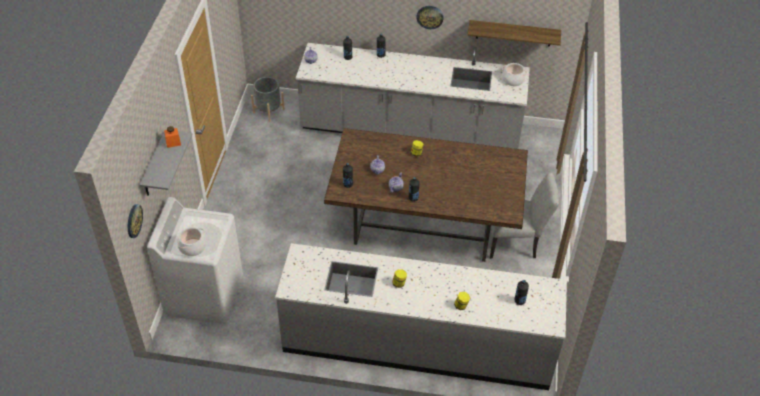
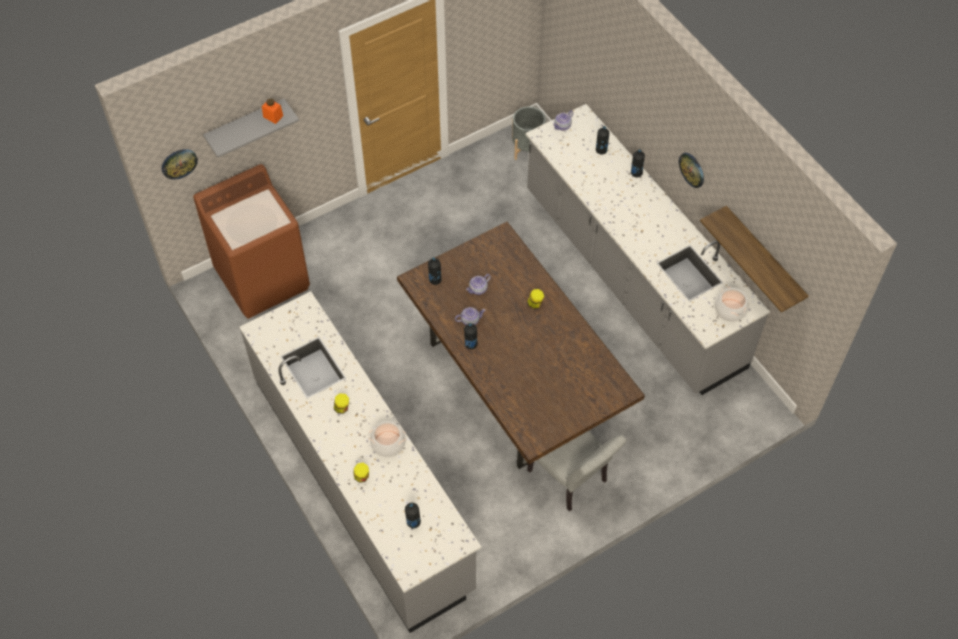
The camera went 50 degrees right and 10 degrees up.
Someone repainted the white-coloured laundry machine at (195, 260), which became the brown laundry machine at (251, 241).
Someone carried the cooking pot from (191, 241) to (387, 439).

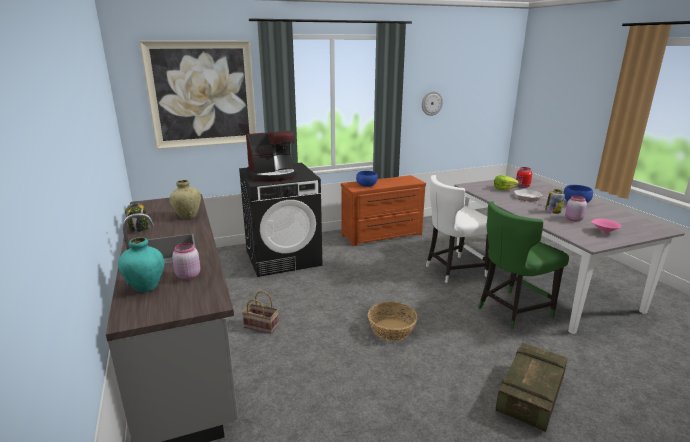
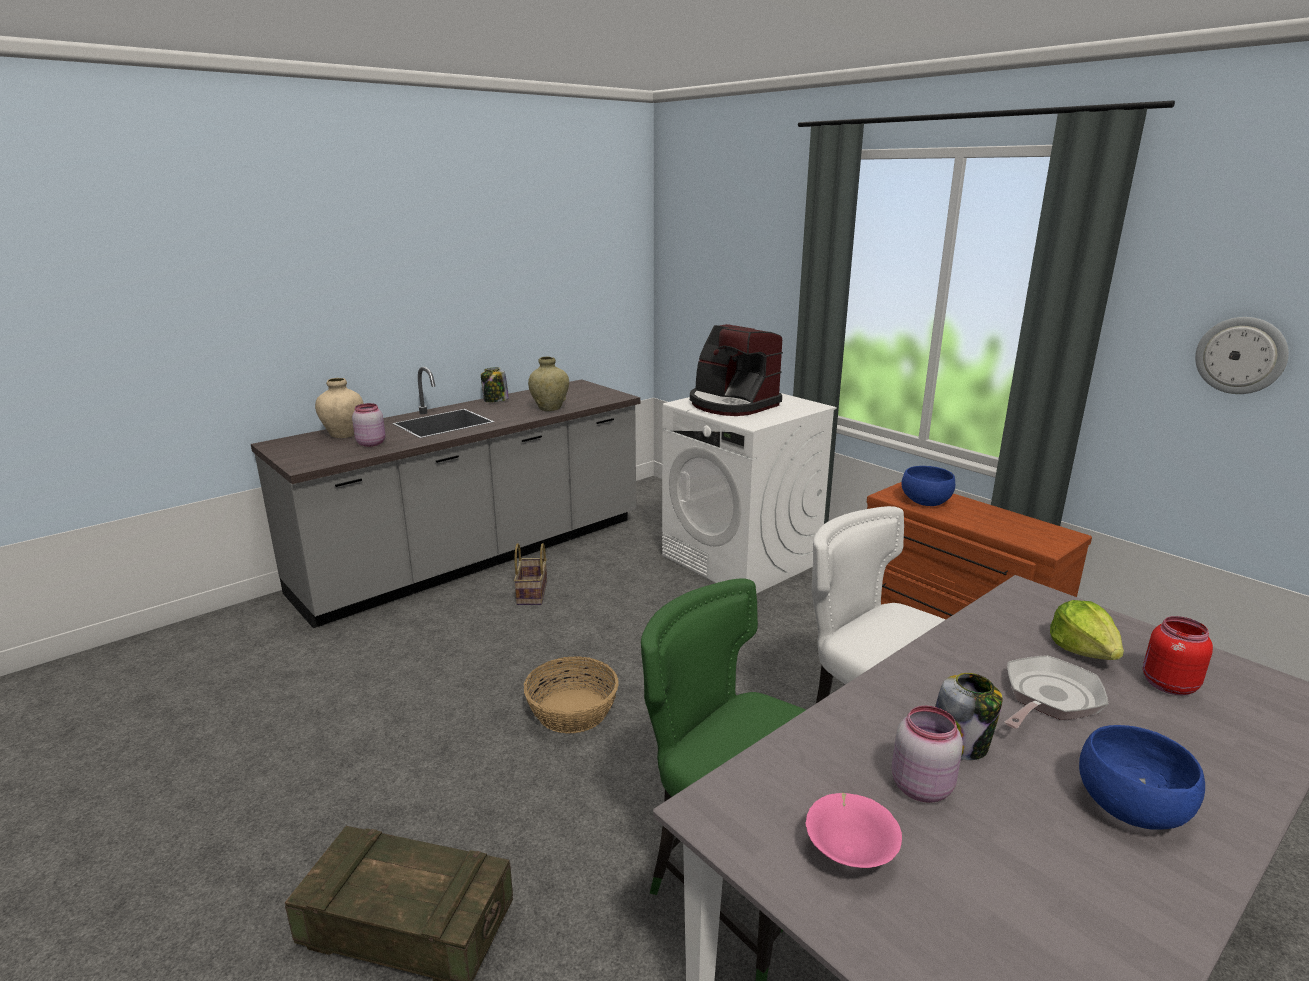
The camera went 70 degrees right and 0 degrees up.
Someone repainted the blue-green flower vase at (141, 264), which became the beige-coloured flower vase at (339, 408).
Someone repainted the blackish laundry machine at (280, 220), which became the white-coloured laundry machine at (749, 493).
Someone took away the picture at (198, 95).

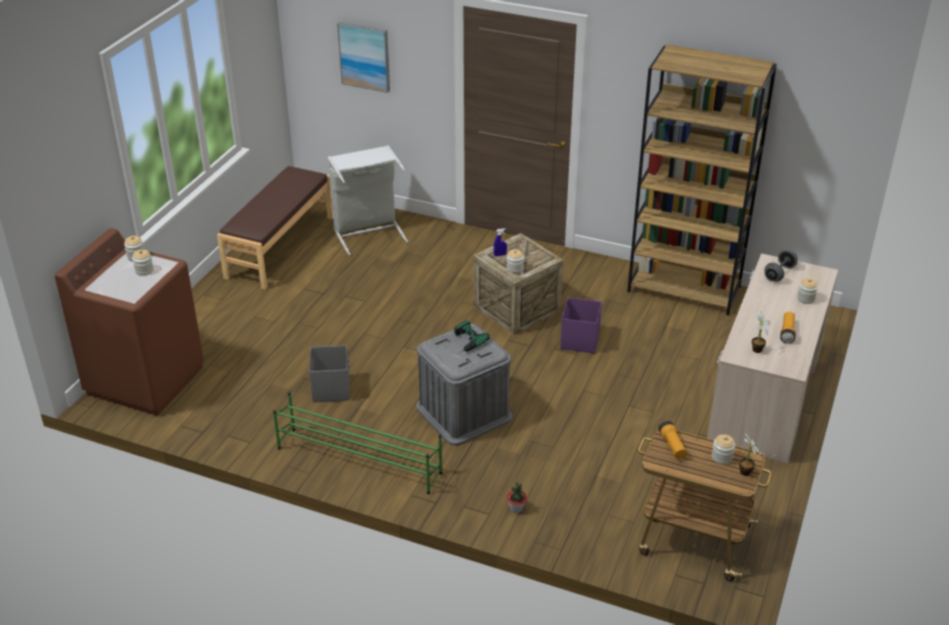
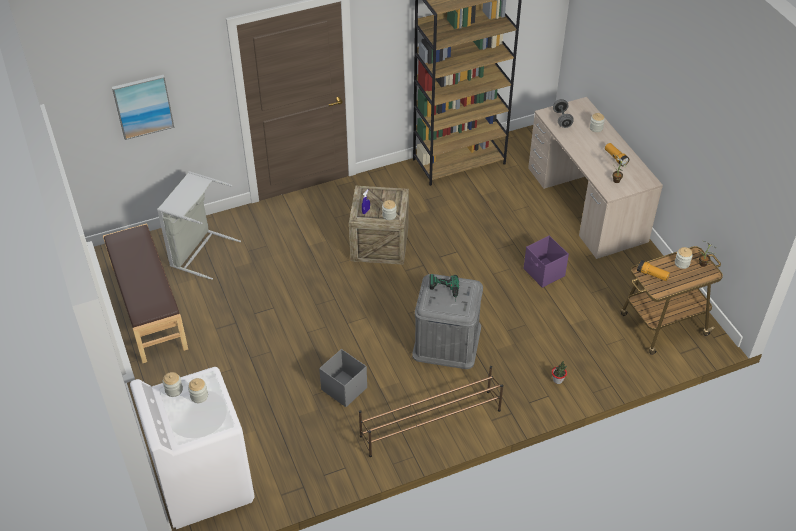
The camera went 45 degrees left and 10 degrees up.
Someone repainted the brown laundry machine at (129, 321), which became the white-coloured laundry machine at (192, 448).
Someone repainted the green-coloured shoe stand at (357, 443), which became the brown shoe stand at (431, 411).
Someone carried the purple-coloured storage container from (581, 325) to (546, 262).

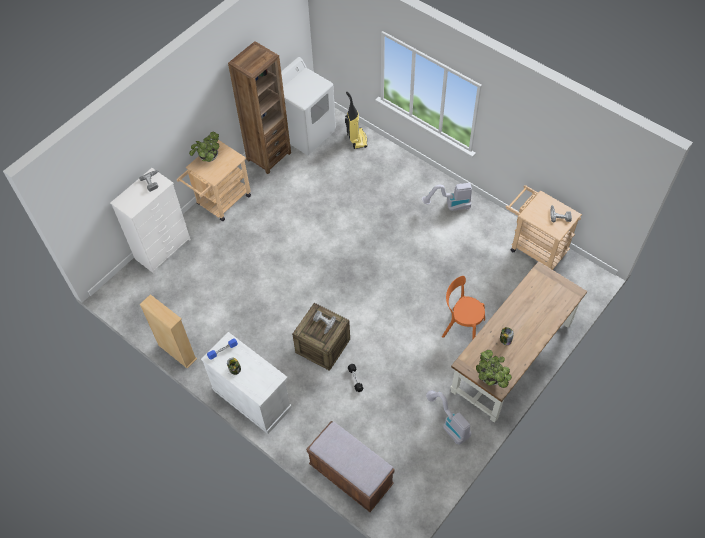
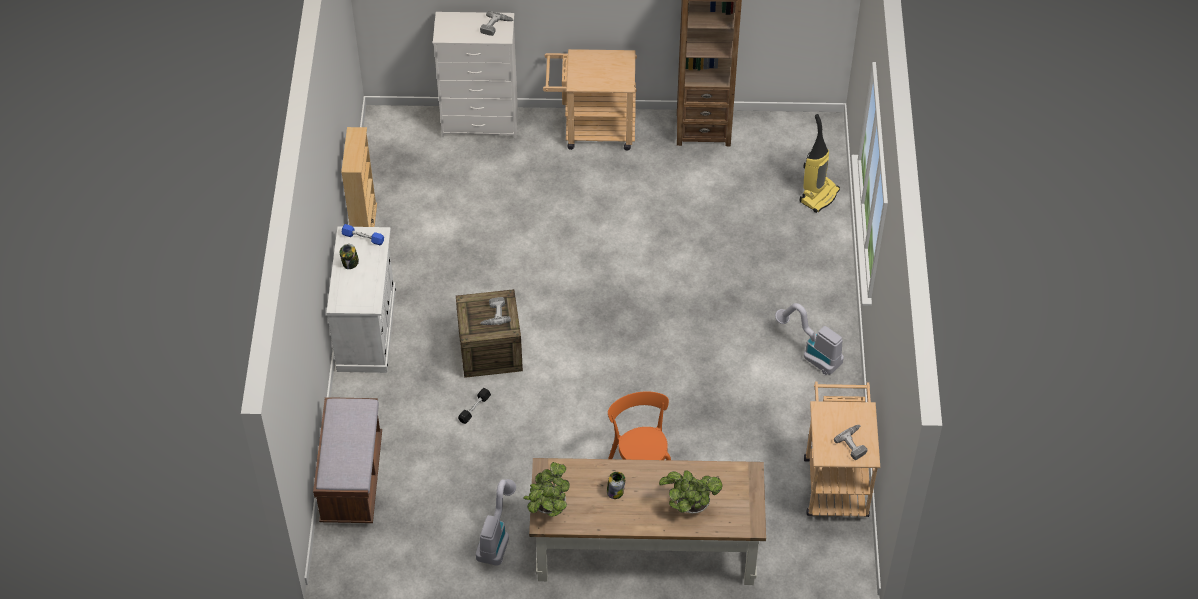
The camera went 50 degrees right and 5 degrees down.
Someone carried the potted plant from (204, 147) to (690, 492).
Someone took away the white-coloured laundry machine at (308, 106).

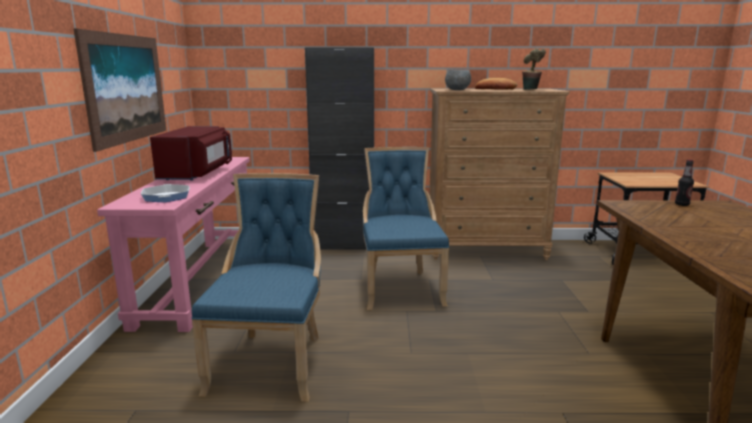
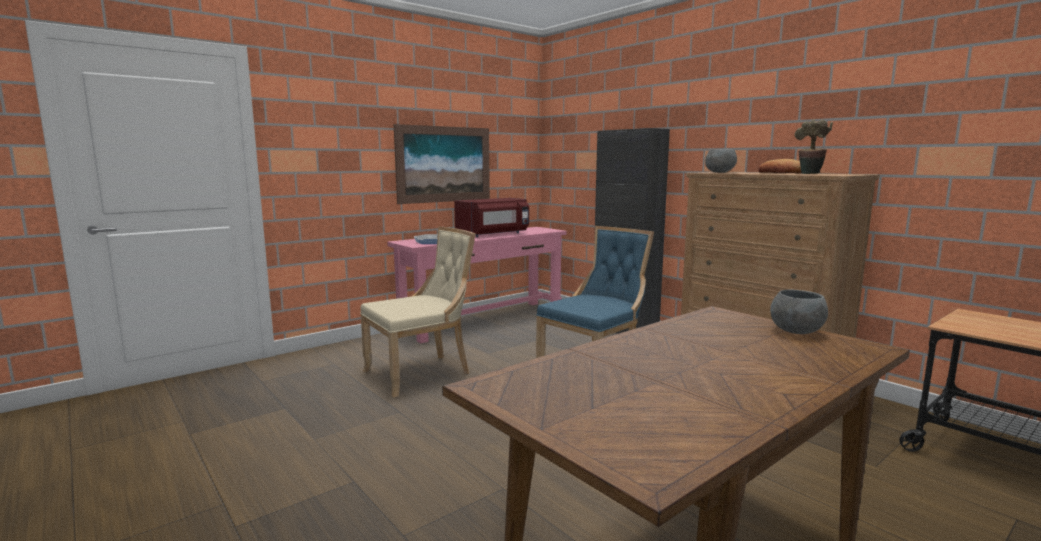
The camera went 50 degrees right and 5 degrees down.
Someone repainted the bluish plain chair at (256, 287), which became the beige-coloured plain chair at (417, 311).
Someone swapped the bottle at (684, 183) for the gray deep dish at (799, 312).

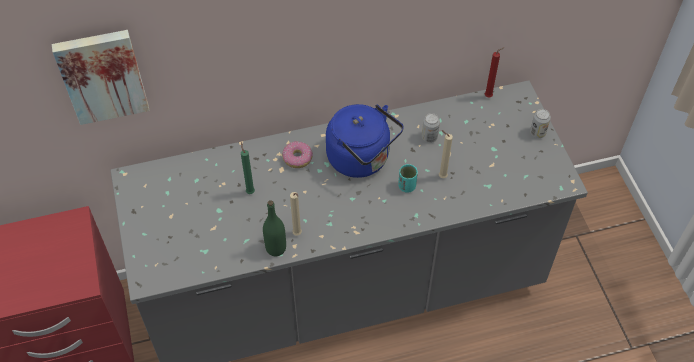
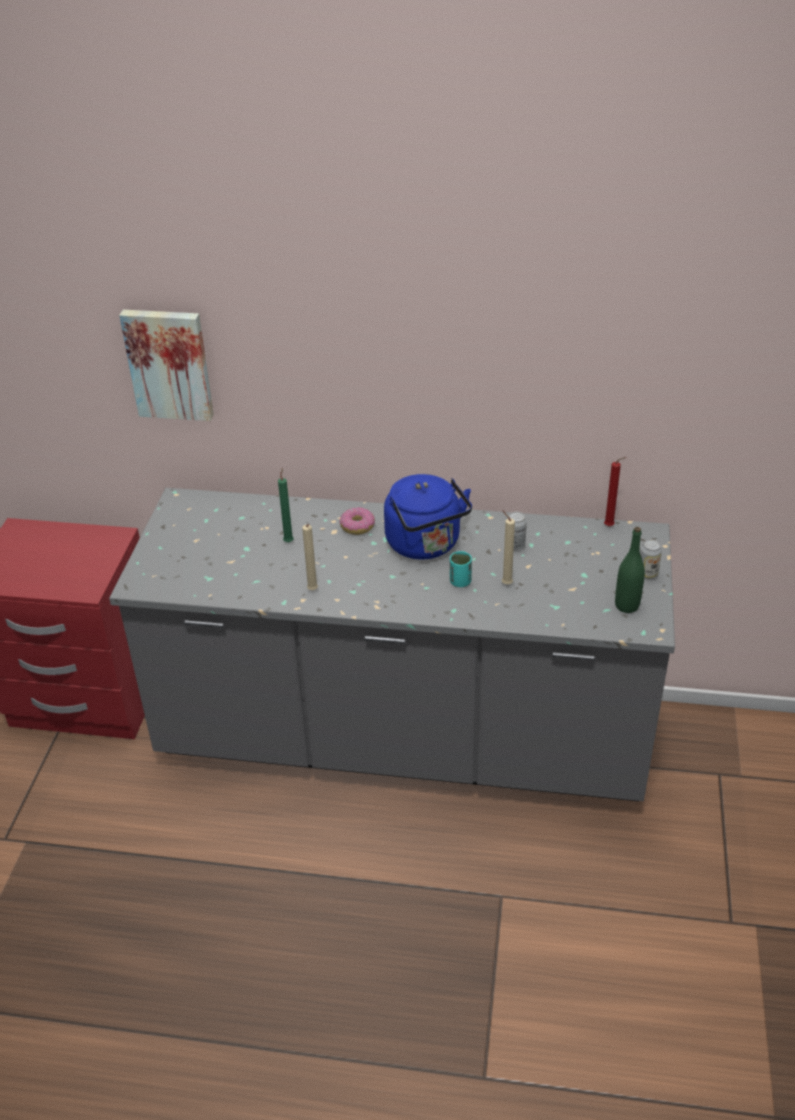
The camera went 25 degrees right and 15 degrees down.
Someone carried the green-coloured bottle from (274, 228) to (630, 570).

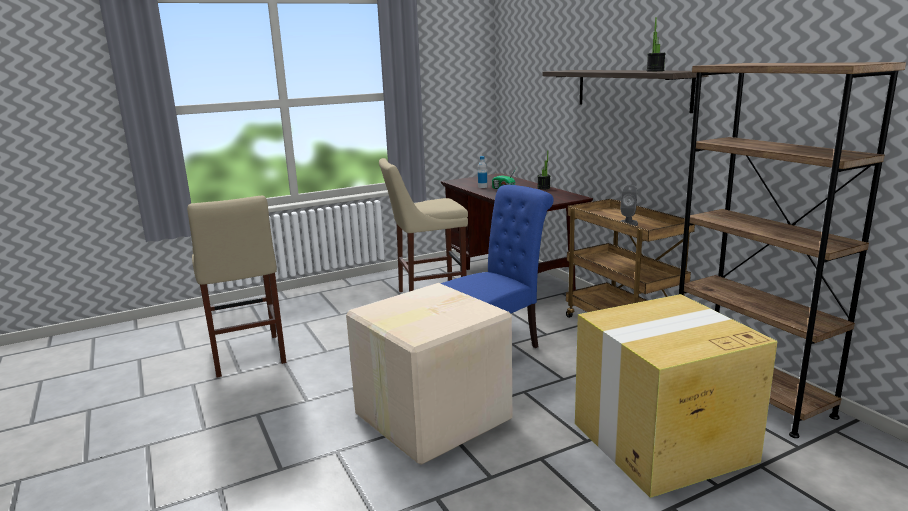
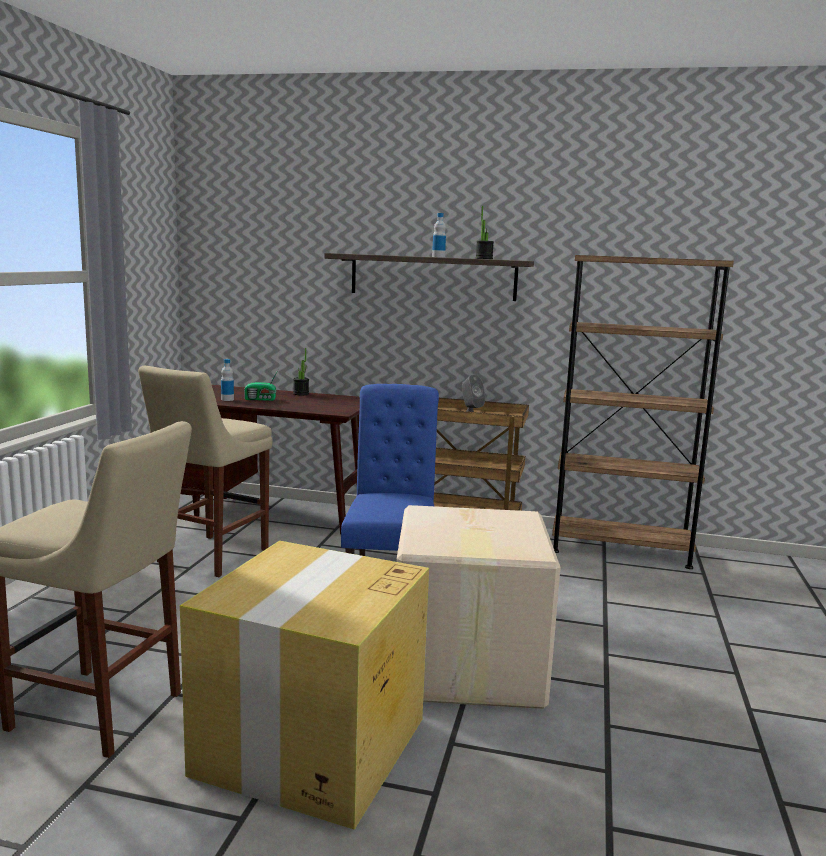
The camera went 50 degrees left and 5 degrees down.
Someone carried the cardboard box from (676, 396) to (304, 685).
Someone put down the bottle at (439, 235).

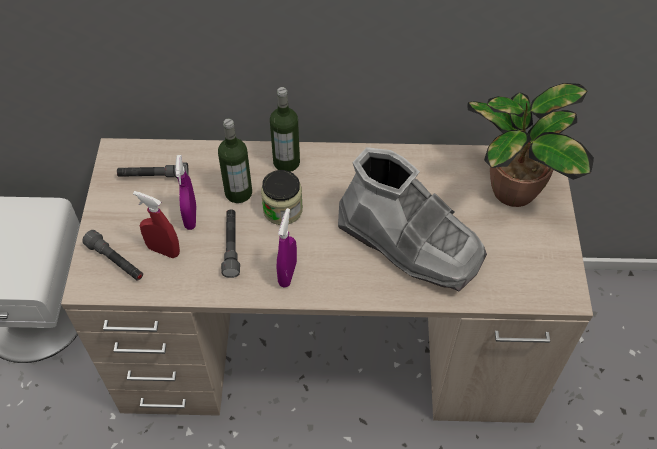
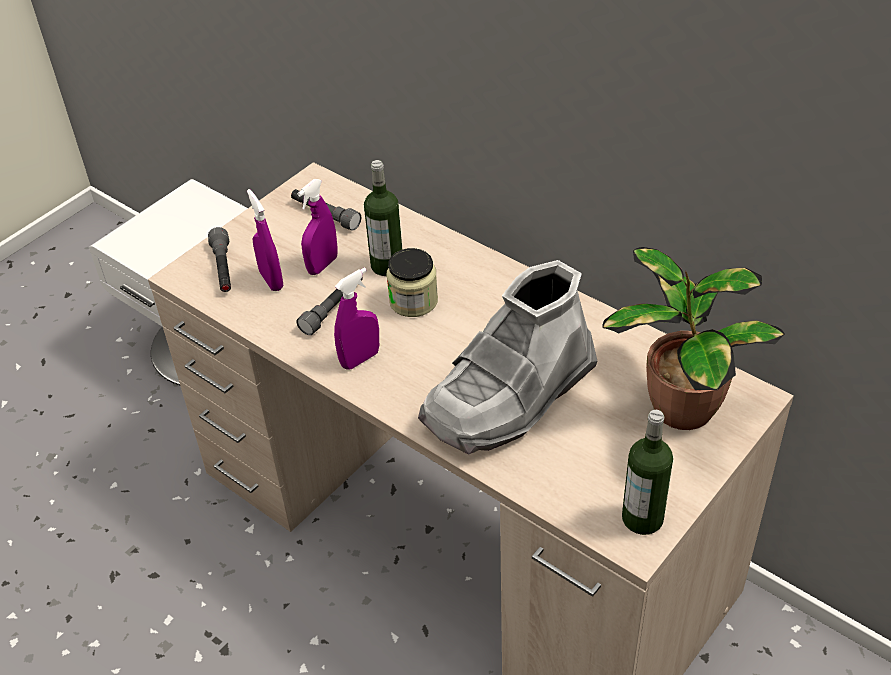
The camera went 40 degrees right and 10 degrees down.
Someone repainted the red-coloured spray bottle at (156, 224), which became the purple-coloured spray bottle at (265, 240).
Someone rotated the gray boot at (412, 219) by 60 degrees clockwise.
Someone carried the bottle from (285, 129) to (647, 472).

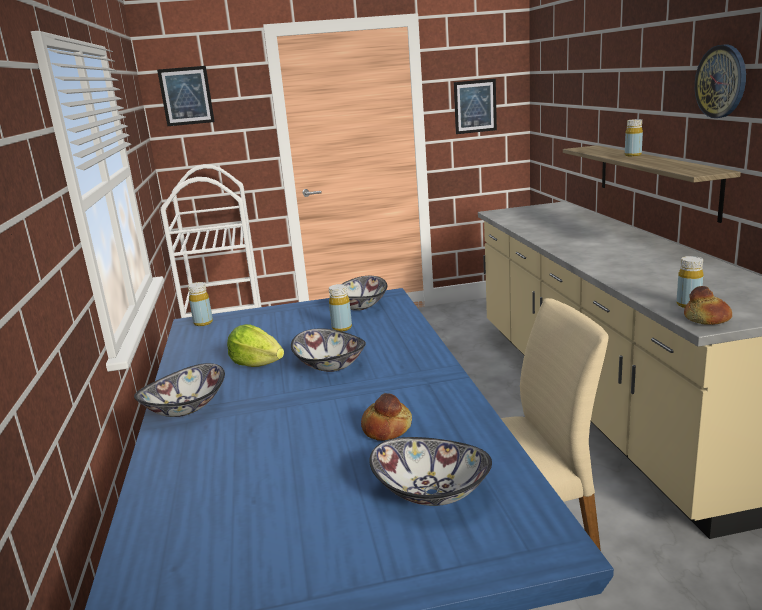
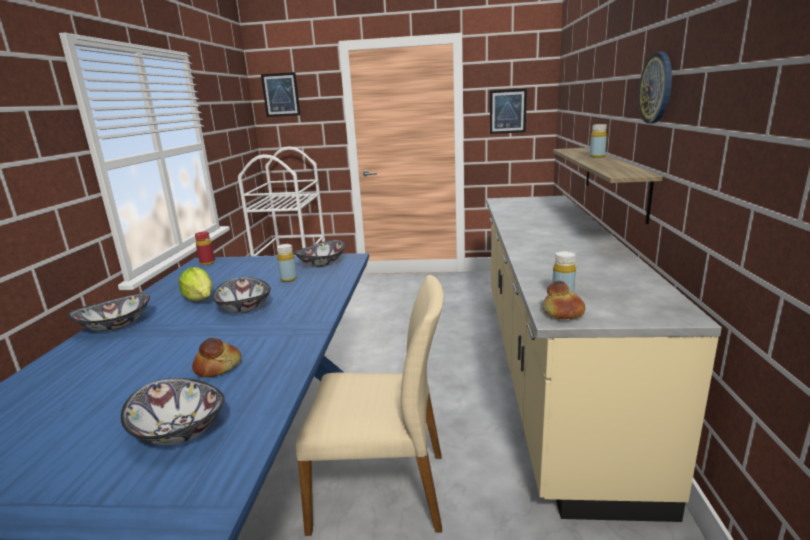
The camera went 15 degrees right and 0 degrees up.
Someone repainted the yellowish bottle at (200, 304), which became the red-coloured bottle at (205, 248).

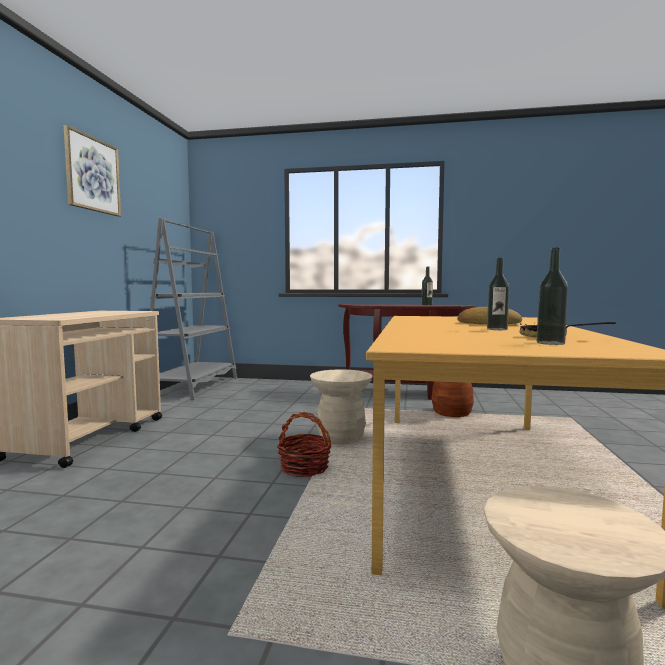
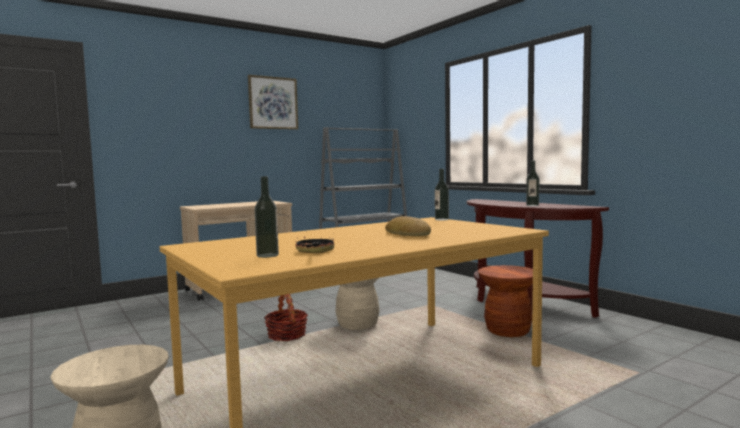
The camera went 45 degrees right and 0 degrees up.
Someone carried the bottle from (498, 293) to (442, 194).

